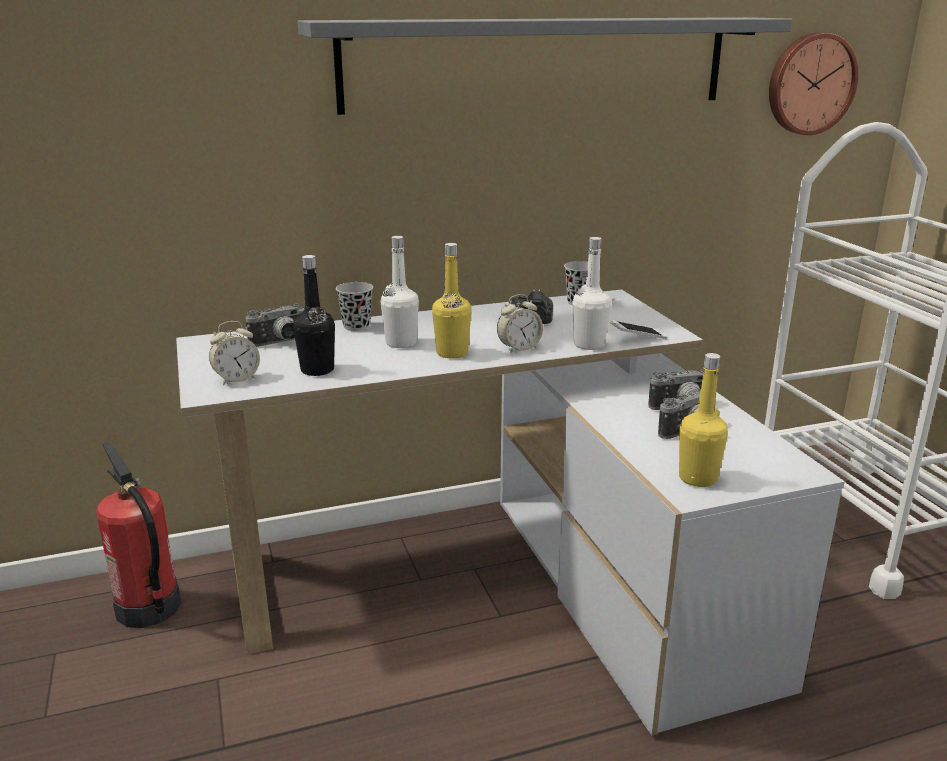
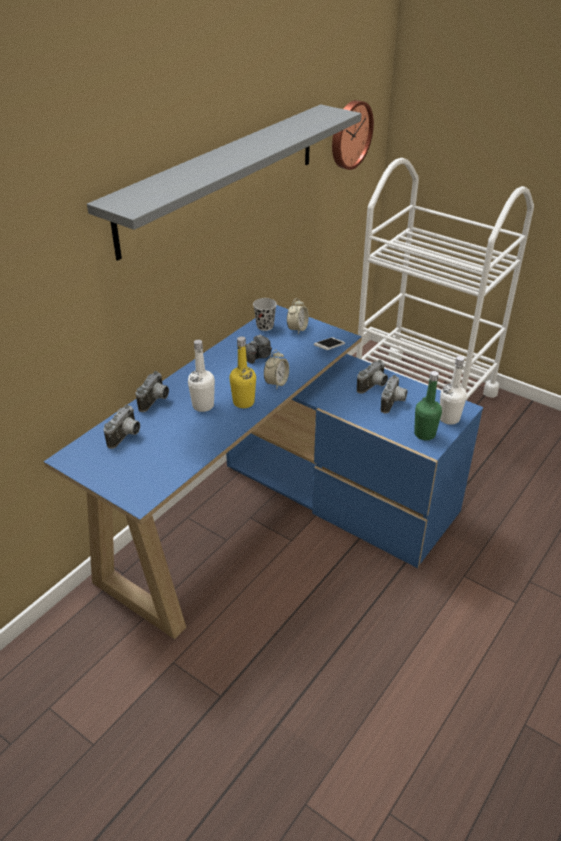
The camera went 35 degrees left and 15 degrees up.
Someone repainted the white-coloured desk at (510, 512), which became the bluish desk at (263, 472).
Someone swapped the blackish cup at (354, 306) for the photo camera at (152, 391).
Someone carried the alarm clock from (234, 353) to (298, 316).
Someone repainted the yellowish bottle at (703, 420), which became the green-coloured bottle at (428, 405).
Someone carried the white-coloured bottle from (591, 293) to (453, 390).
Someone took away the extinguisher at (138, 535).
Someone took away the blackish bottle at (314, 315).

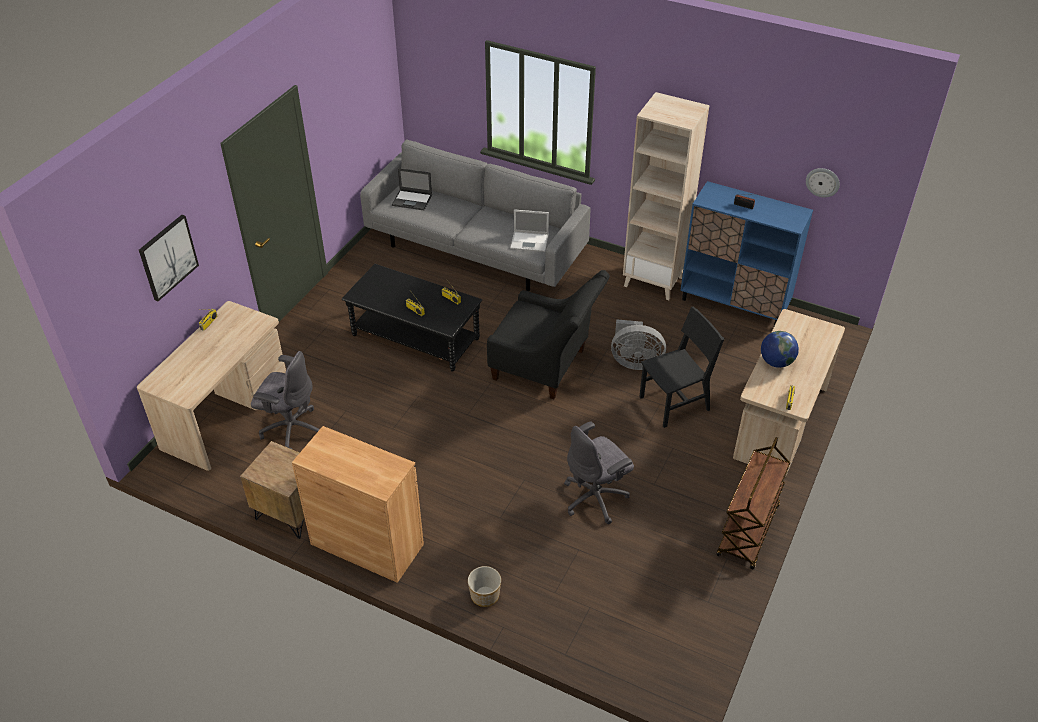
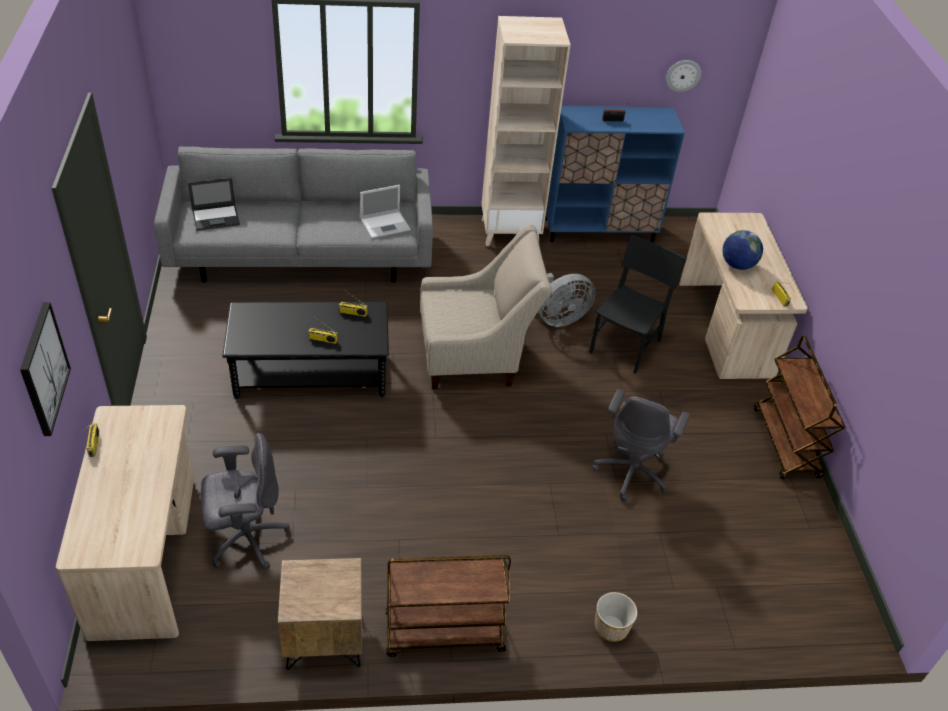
The camera went 35 degrees left and 0 degrees up.
Someone swapped the brown cupboard at (358, 504) for the brown wheeled cart at (448, 606).
Someone repainted the blackish armchair at (548, 334), which became the beige-coloured armchair at (486, 306).

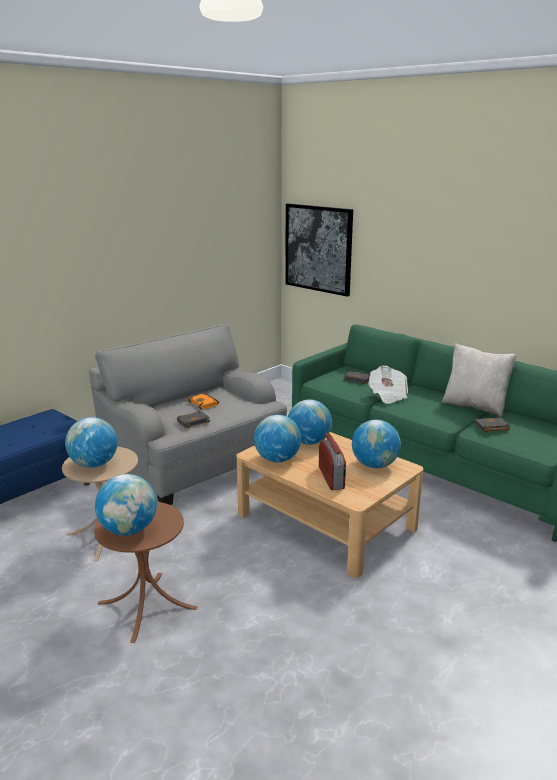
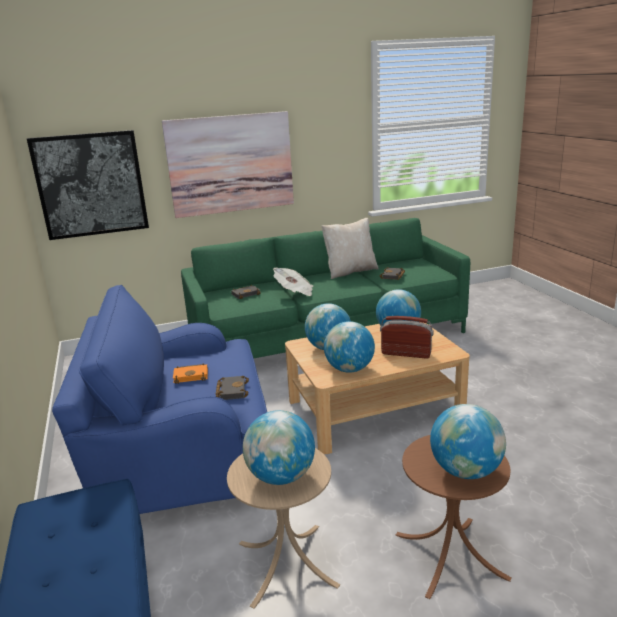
The camera went 60 degrees left and 0 degrees up.
Someone repainted the gray armchair at (188, 414), which became the bluish armchair at (159, 399).
Someone put up the picture at (228, 164).

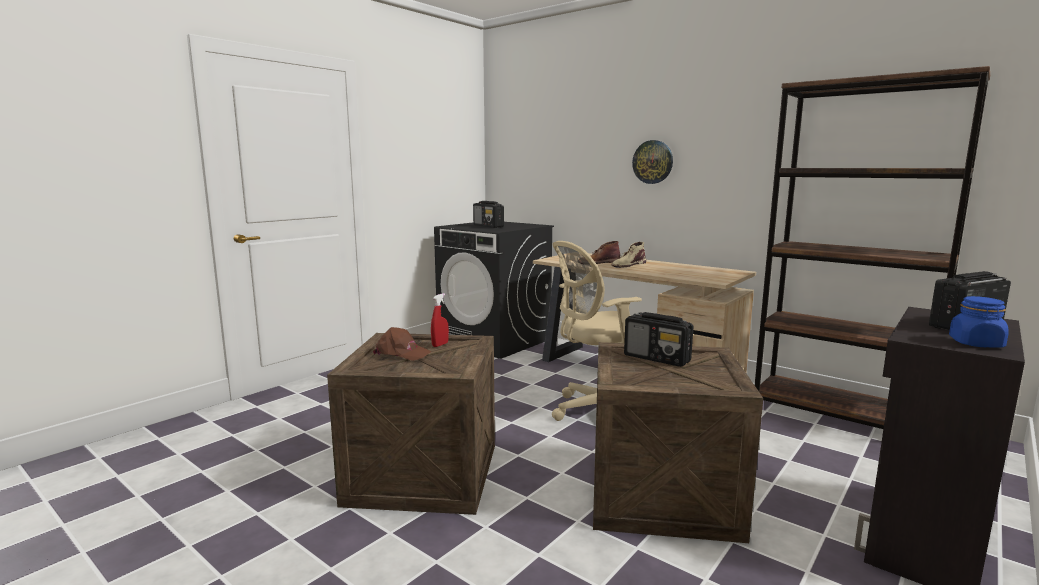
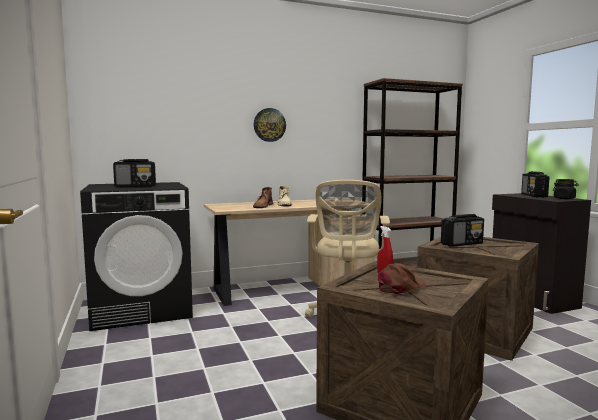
The camera went 60 degrees left and 5 degrees down.
Someone repainted the bluish storage jar at (979, 322), which became the blackish storage jar at (566, 189).

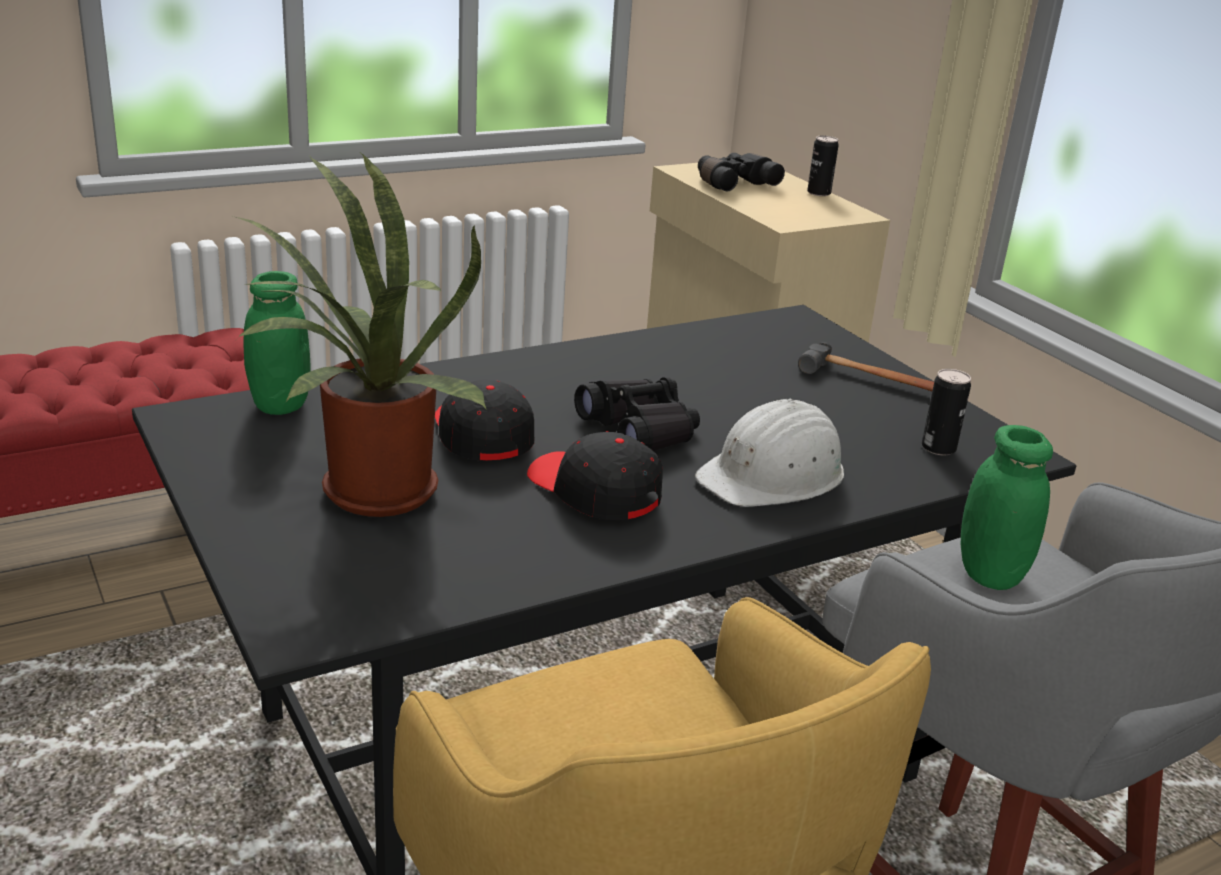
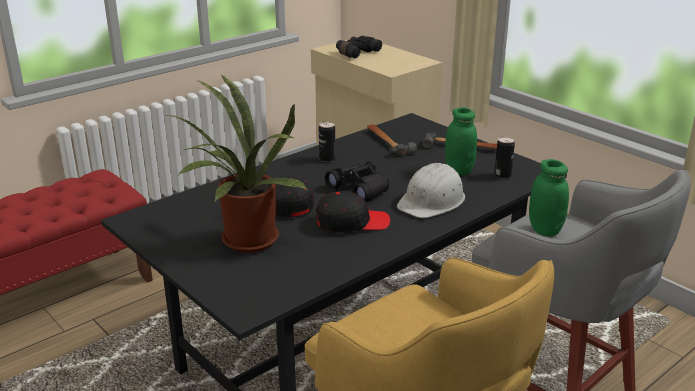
The camera went 10 degrees left and 0 degrees up.
Someone rotated the blackish cap at (595, 475) by 135 degrees clockwise.
Someone carried the metal can from (823, 166) to (327, 141).
Someone put down the hammer at (392, 140).
Someone carried the green-coloured storage jar from (277, 343) to (461, 141).

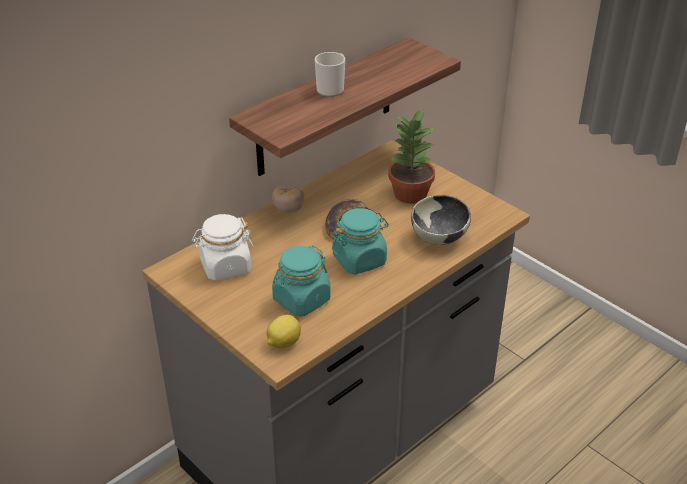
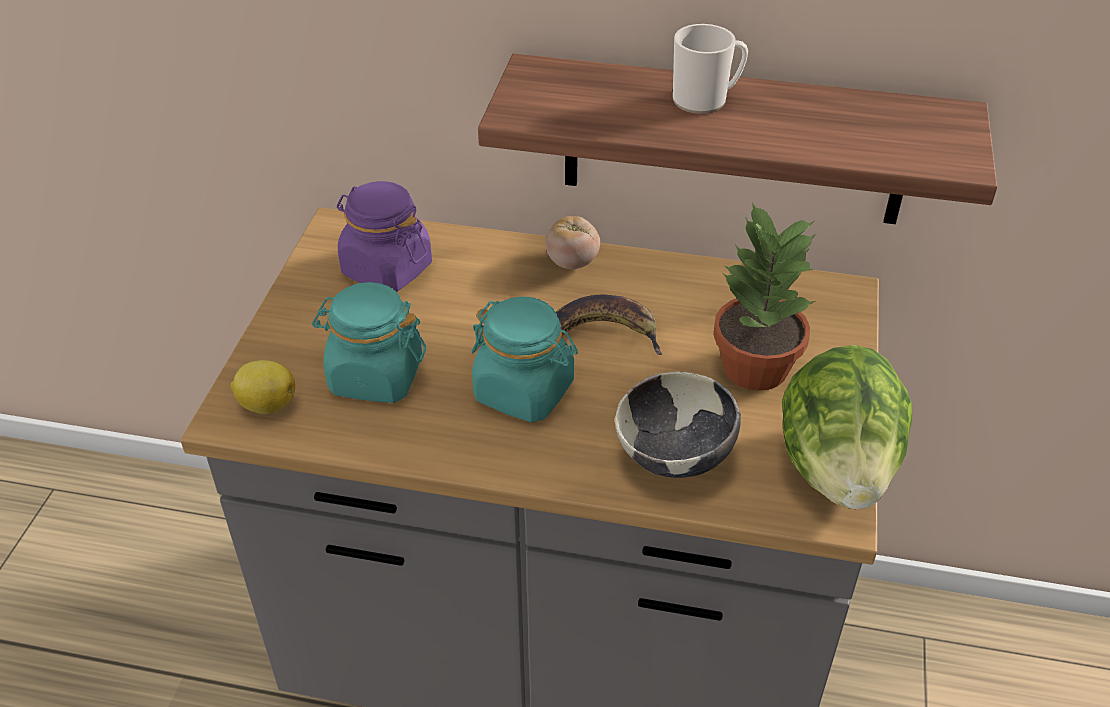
The camera went 55 degrees right and 5 degrees up.
Someone repainted the white-coloured storage jar at (222, 247), which became the purple-coloured storage jar at (384, 236).
Someone put down the lettuce head at (847, 427).

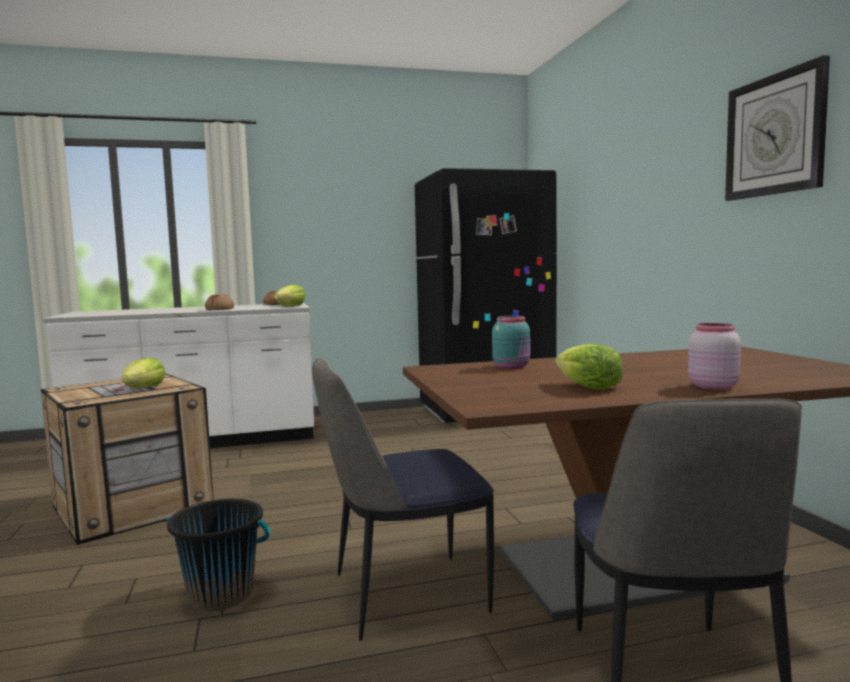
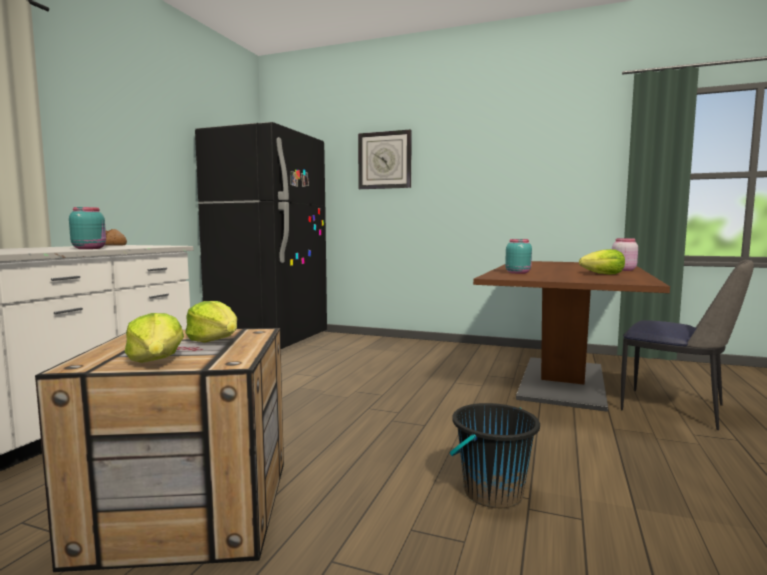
The camera went 55 degrees left and 0 degrees up.
Someone swapped the bakery bread at (219, 302) for the blue-green storage jar at (87, 228).
Someone carried the lettuce head from (290, 295) to (154, 338).
Someone carried the wall clock from (777, 128) to (385, 159).
Someone took away the plain chair at (403, 499).

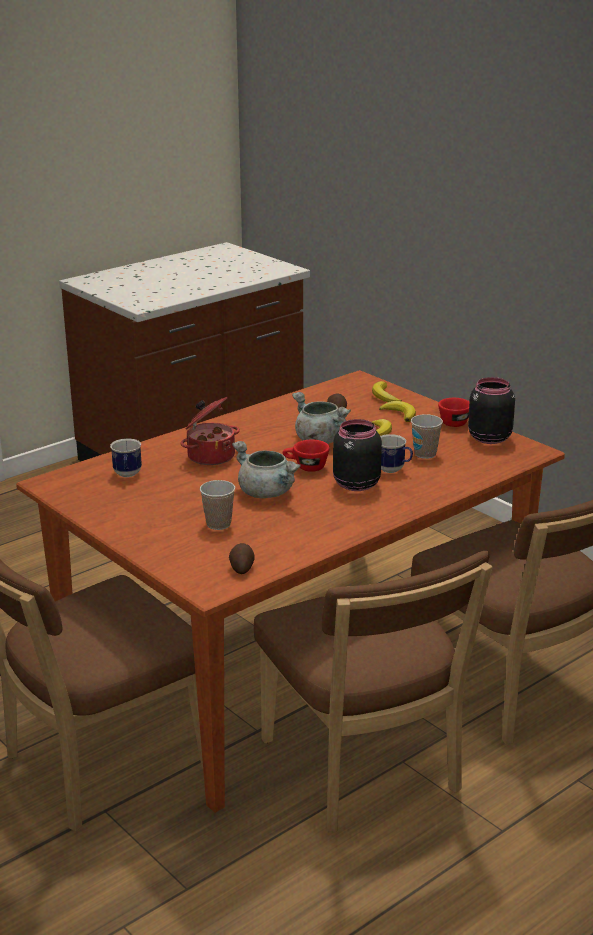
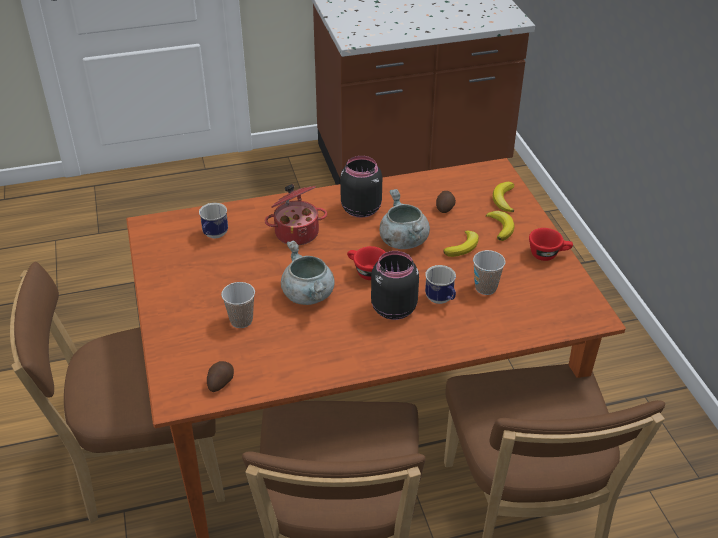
The camera went 25 degrees right and 15 degrees up.
Someone carried the blackish storage jar from (491, 410) to (361, 187).

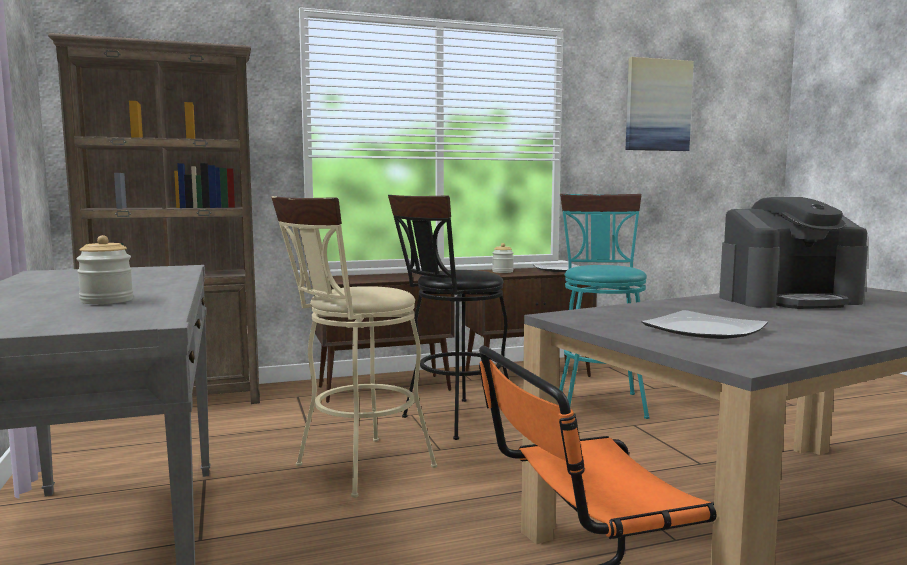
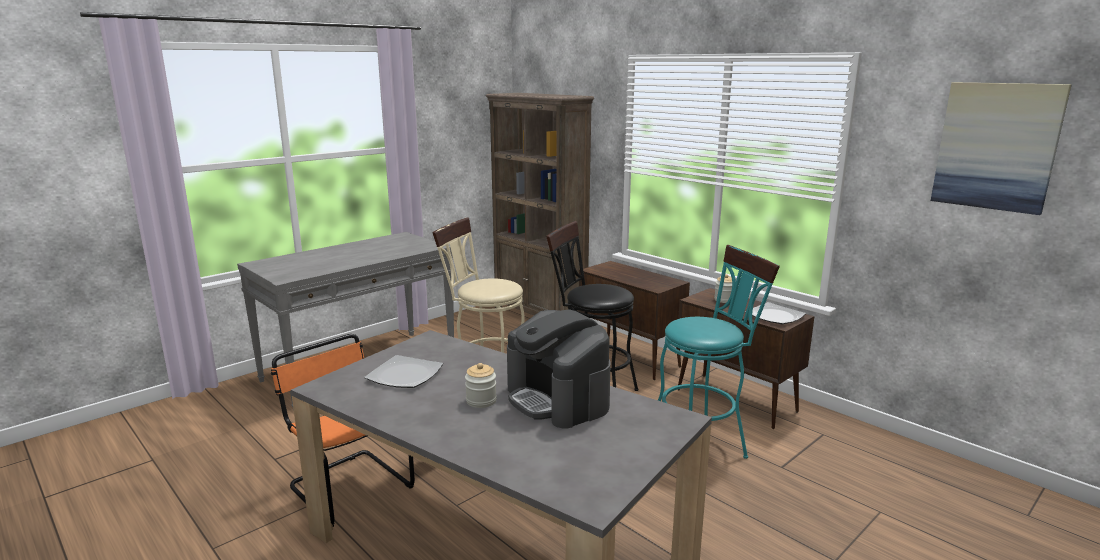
The camera went 65 degrees right and 10 degrees up.
Someone carried the storage jar from (104, 269) to (481, 385).

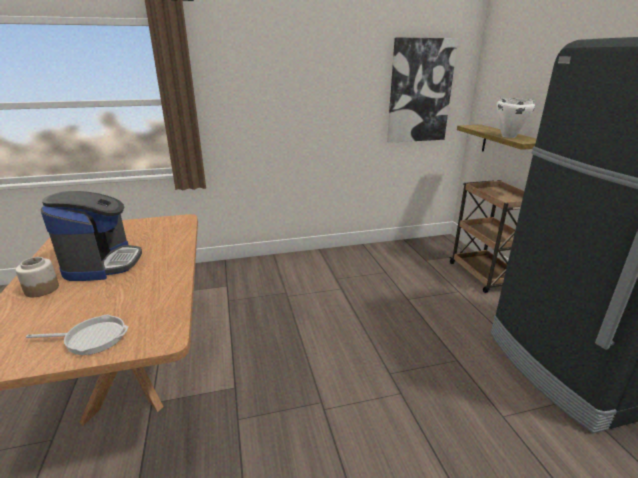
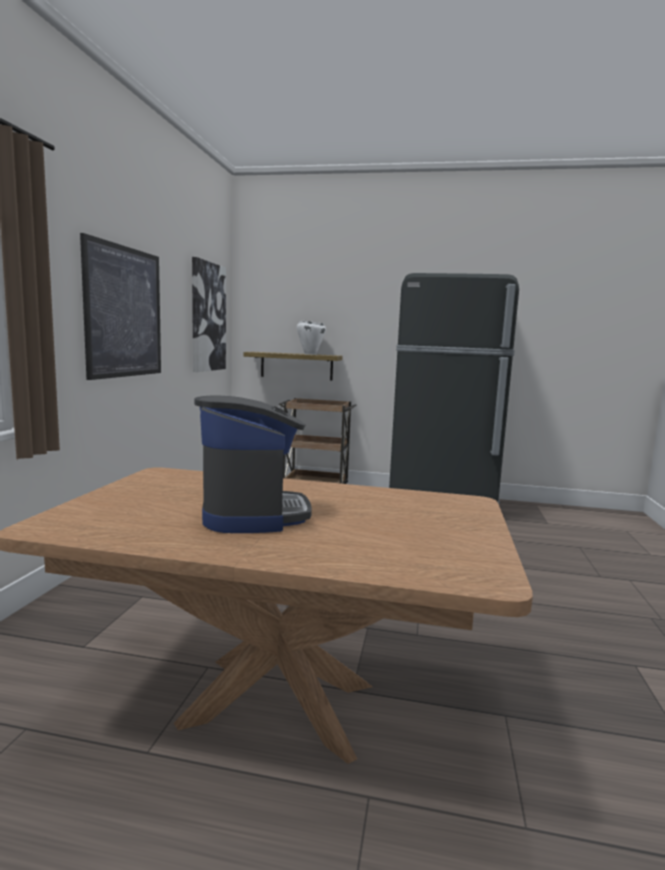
The camera went 65 degrees left and 15 degrees down.
Someone put up the picture at (120, 306).
Someone rotated the coffee brewer at (91, 236) by 60 degrees clockwise.
Someone took away the storage jar at (37, 277).
Someone took away the frying pan at (77, 335).

